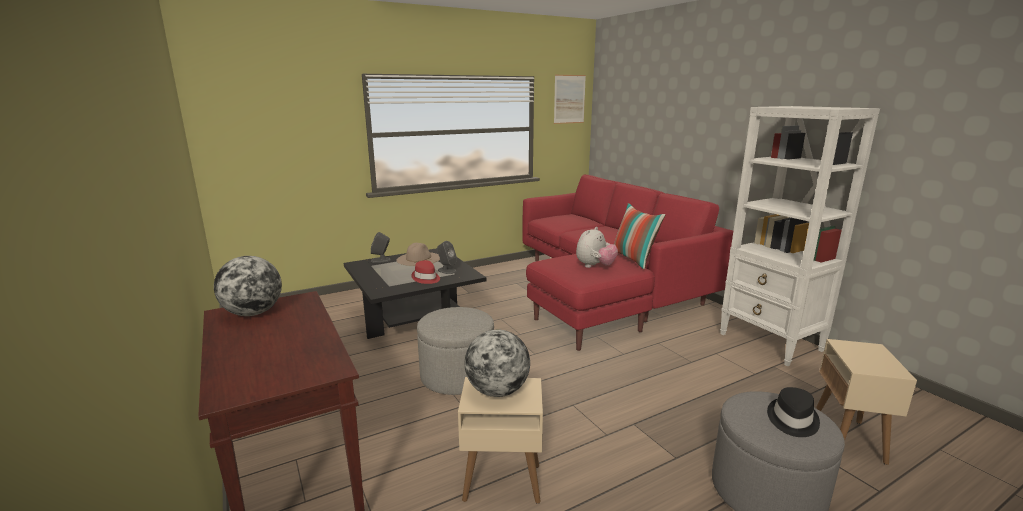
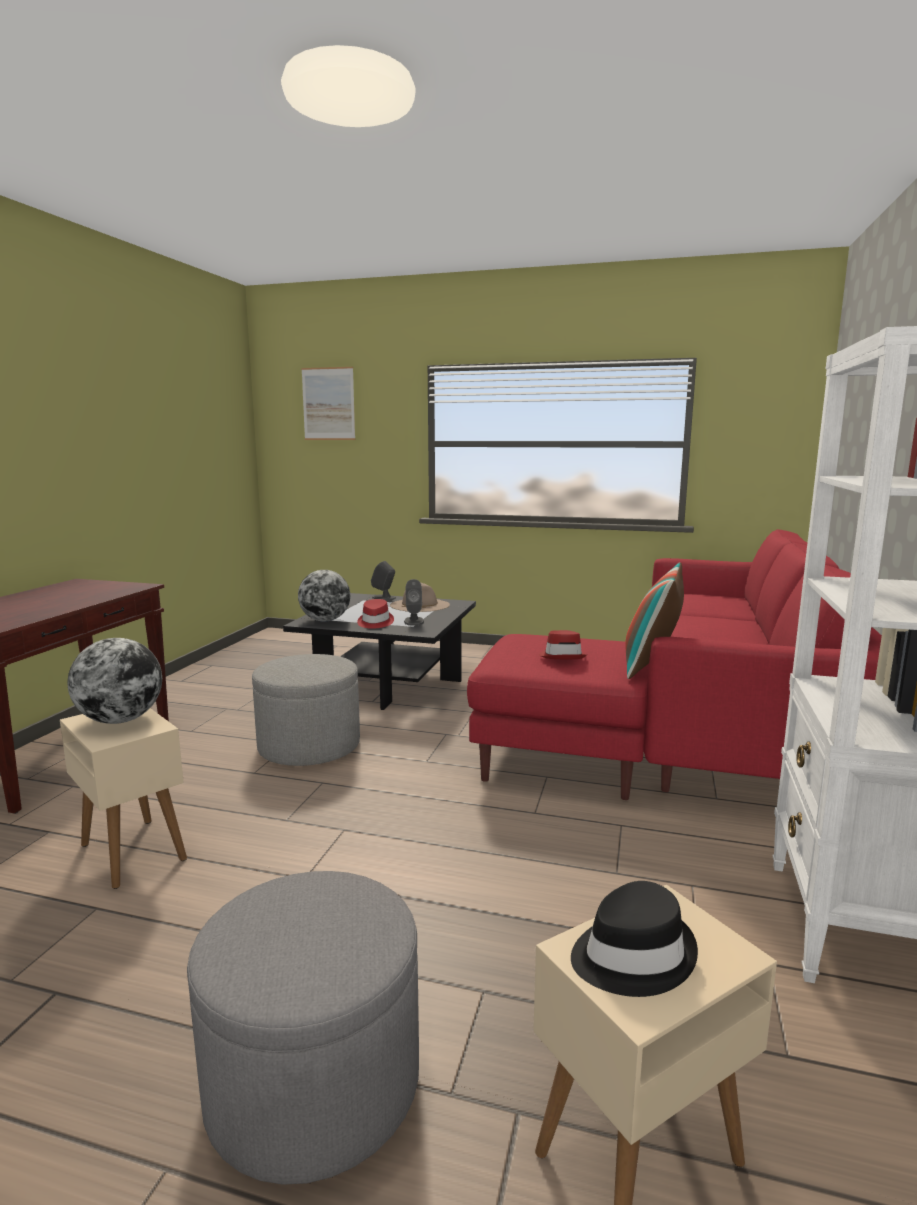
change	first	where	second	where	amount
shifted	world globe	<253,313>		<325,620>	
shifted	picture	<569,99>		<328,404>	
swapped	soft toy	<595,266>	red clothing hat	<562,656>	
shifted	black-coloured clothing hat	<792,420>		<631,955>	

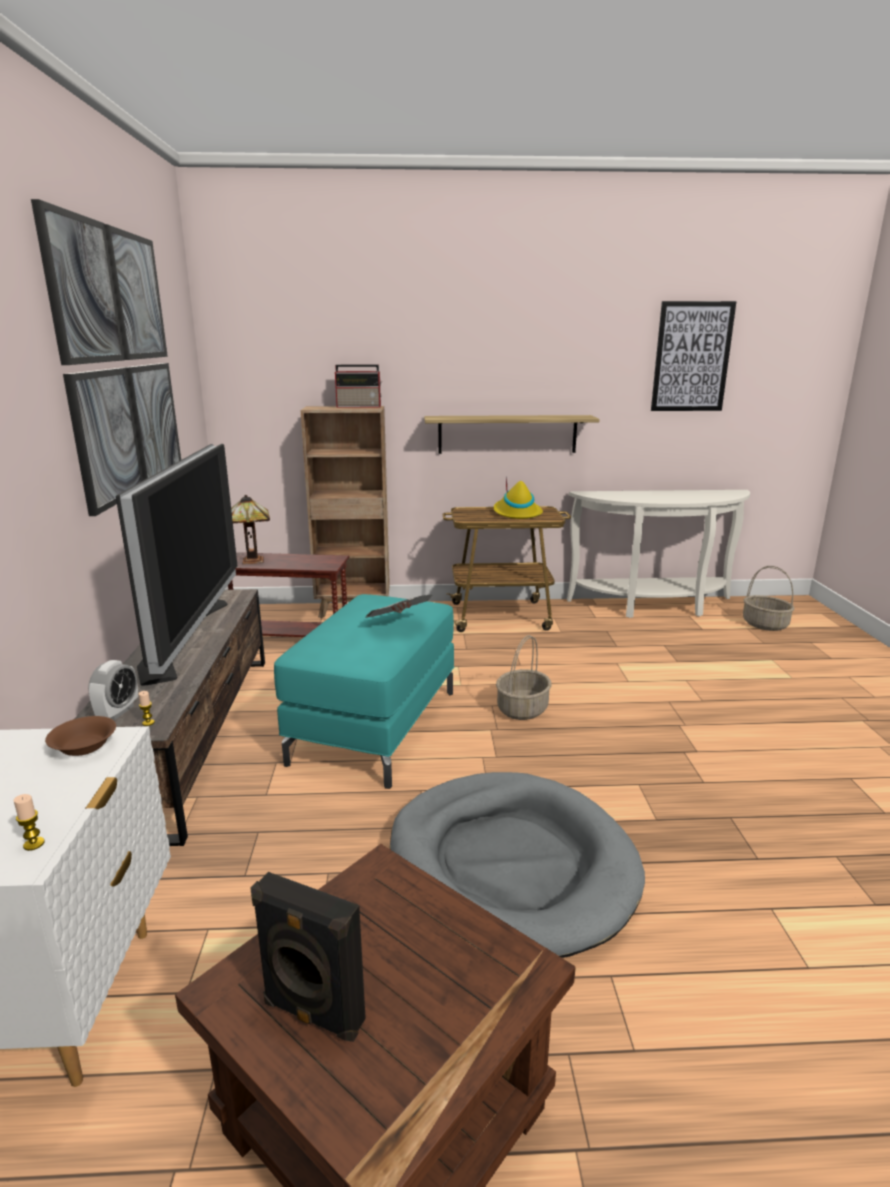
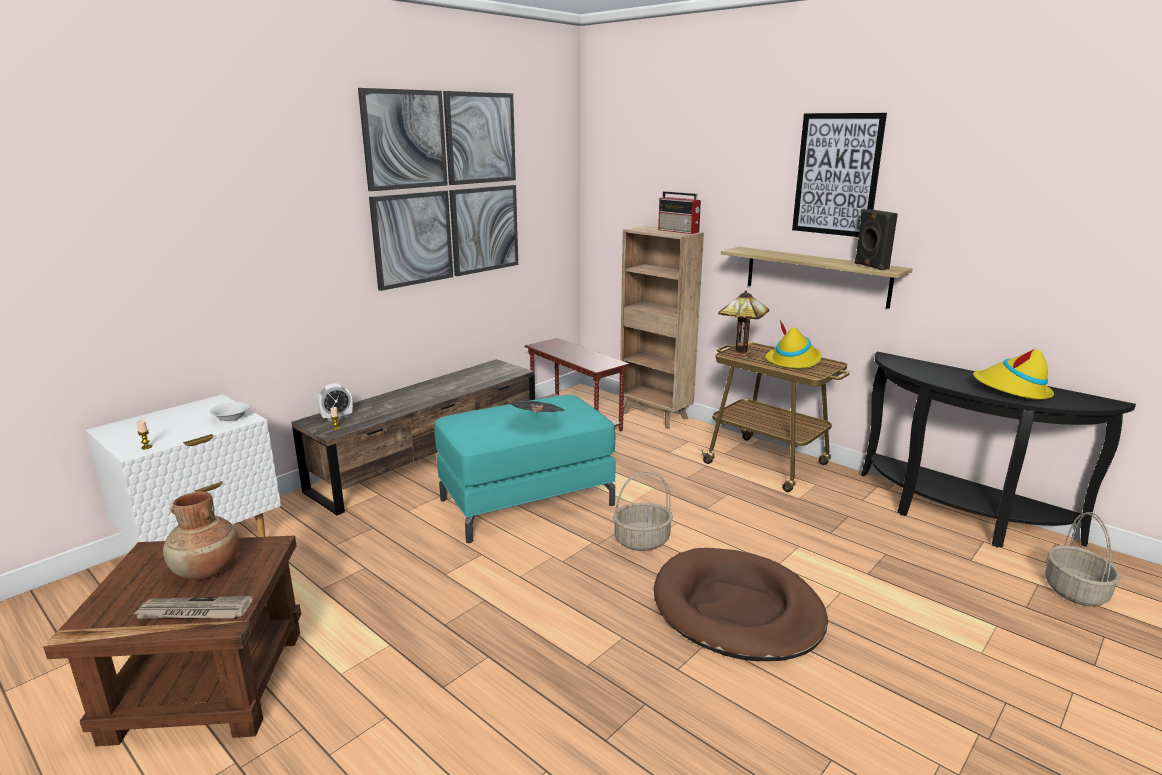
change	first	where	second	where	amount
new			printed paper	<193,612>	
new			brownish vase	<207,570>	
repainted	brownish deep dish	<83,747>	white deep dish	<231,418>	
new			brownish dog bed	<736,610>	
shifted	lamp for a table	<251,561>		<739,355>	
shifted	picture	<691,357>		<837,175>	
shifted	black-coloured loudspeaker	<312,1014>		<870,266>	
repainted	white narrow table	<654,607>	black-coloured narrow table	<956,516>	
new			yellow clothing hat	<1011,390>	
gone	TV	<187,637>			
gone	gray dog bed	<510,865>			

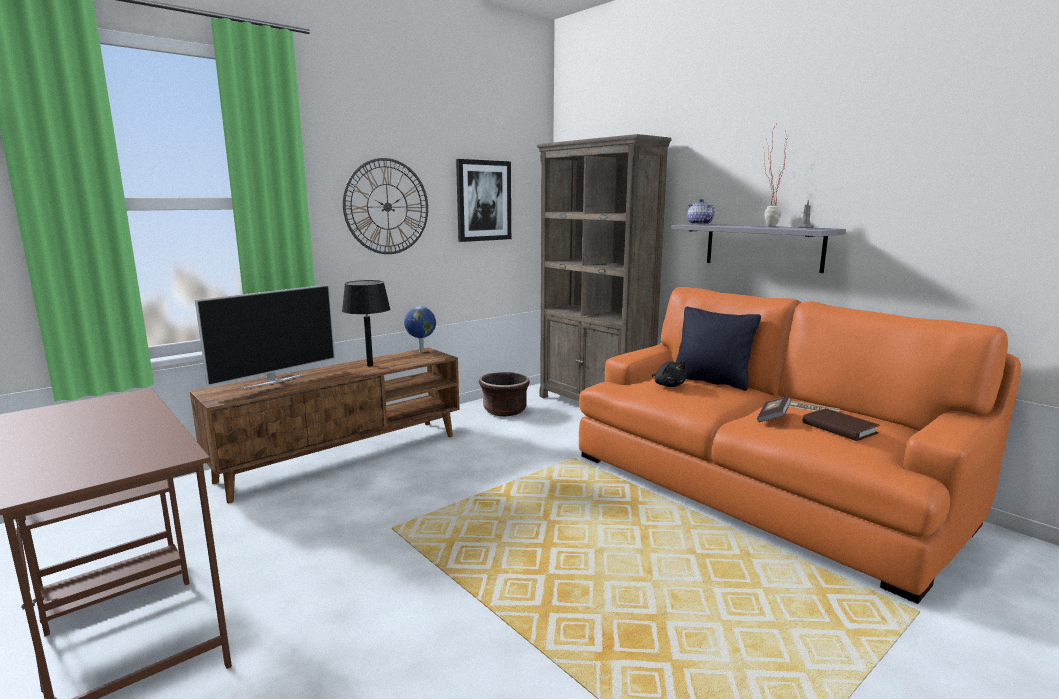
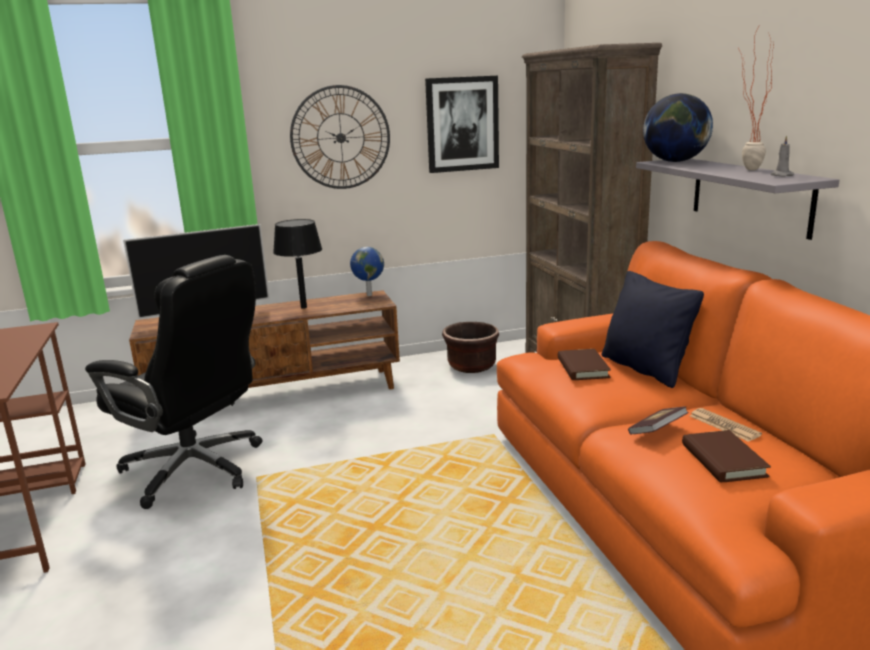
change	first	where	second	where	amount
new			black-coloured desk chair	<196,469>	
swapped	black-coloured soft toy	<668,385>	brownish bound book	<582,368>	
swapped	pot for tea	<699,224>	world globe	<675,161>	

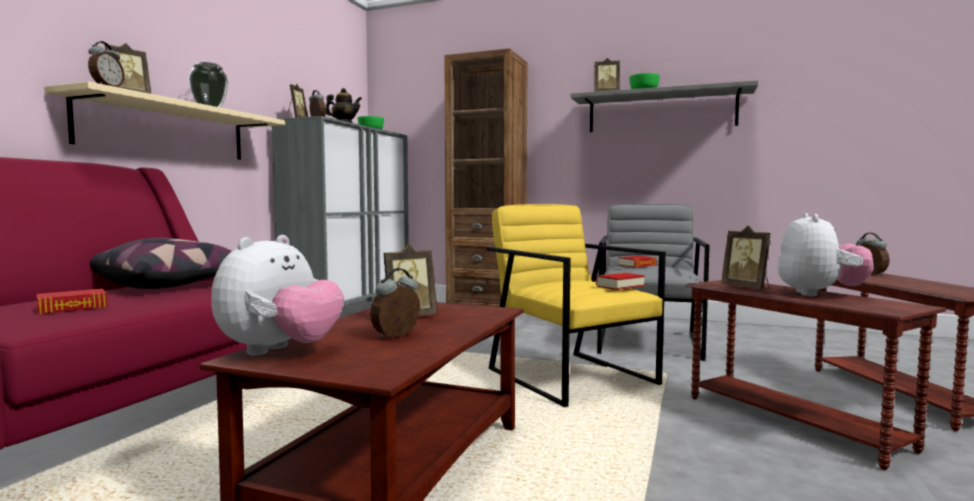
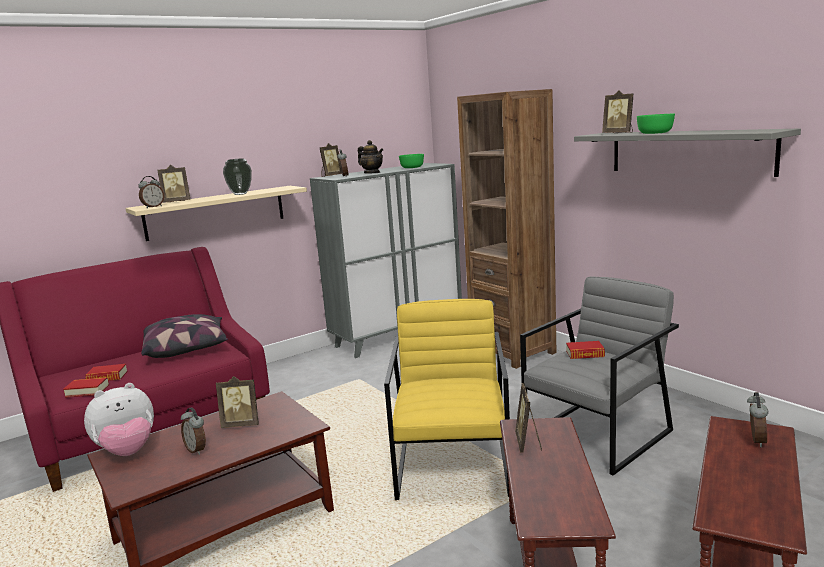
change	first	where	second	where	amount
shifted	bound book	<620,286>		<87,391>	
rotated	table clock	<397,337>		<197,450>	120 degrees counterclockwise
gone	soft toy	<819,294>			

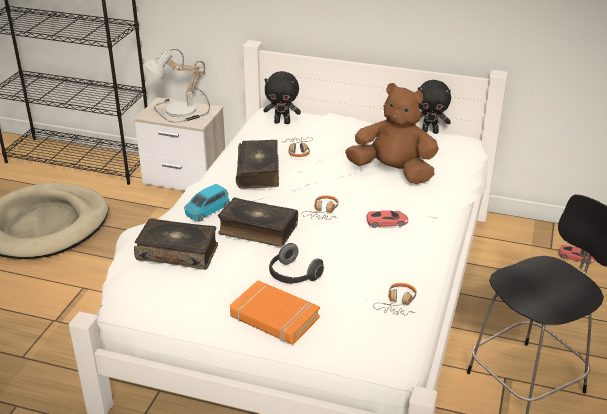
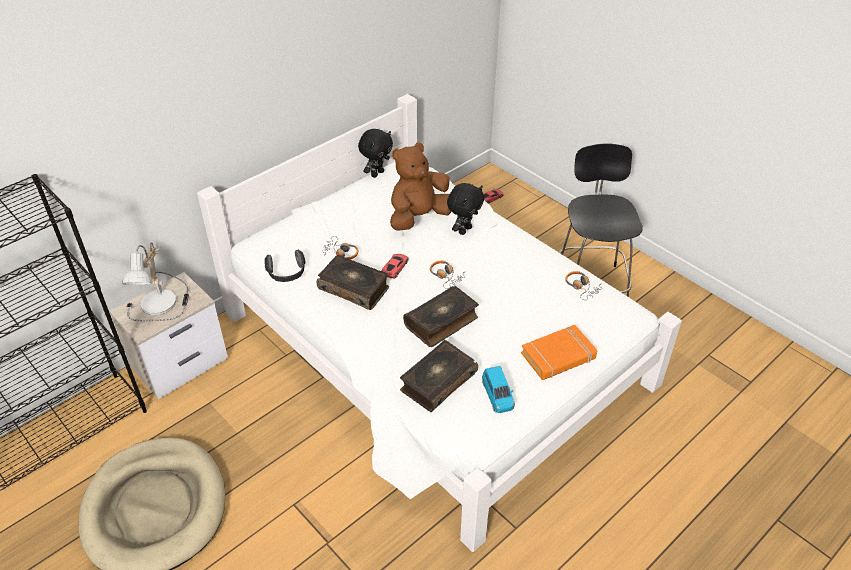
change	first	where	second	where	amount
shifted	headphones	<293,276>		<287,274>	
shifted	red model car	<387,222>		<395,267>	
shifted	black-coloured soft toy	<282,122>		<464,230>	
shifted	bluish model car	<207,210>		<497,395>	

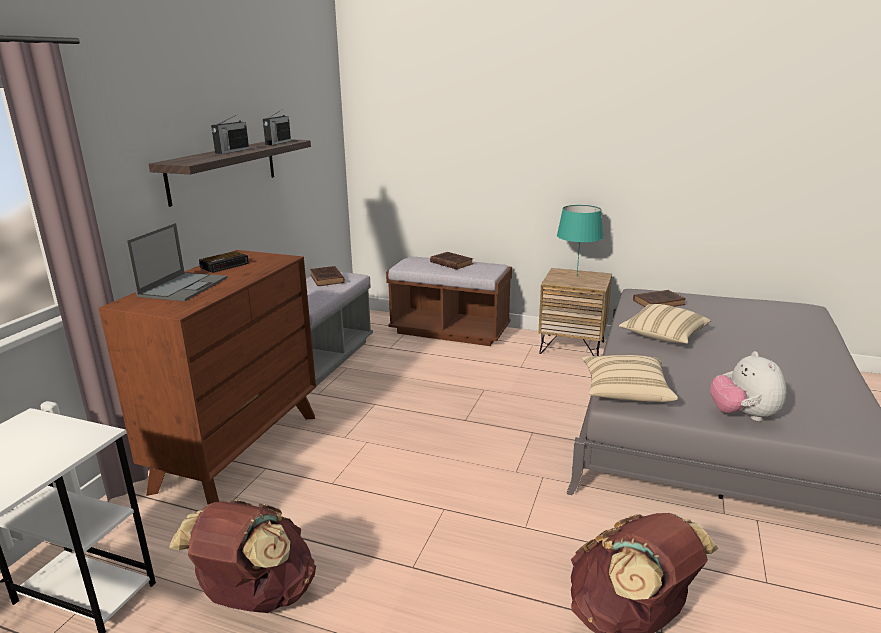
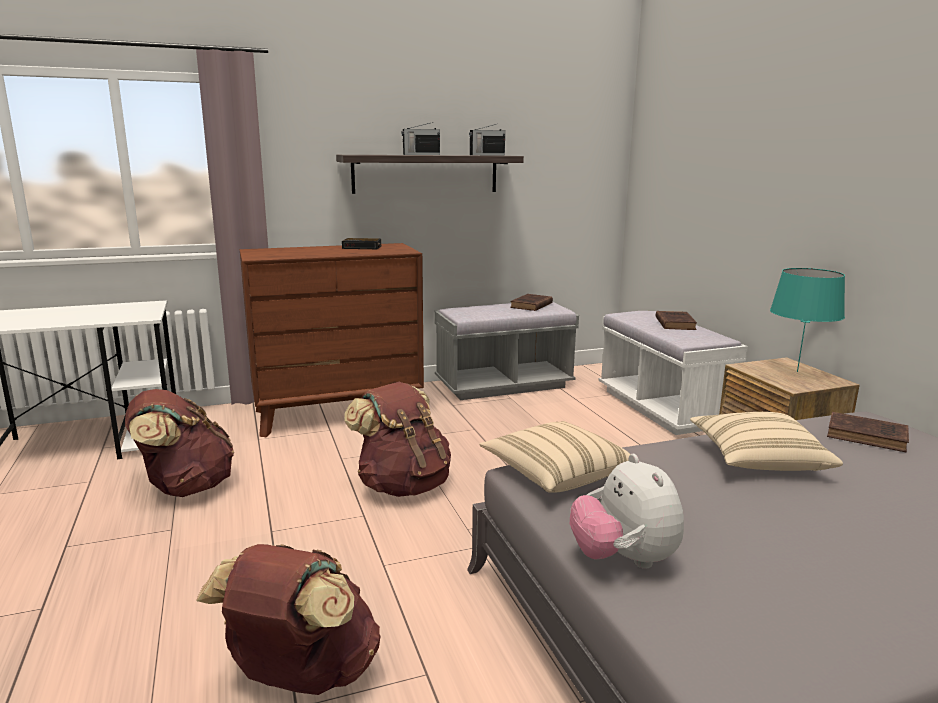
change	first	where	second	where	amount
new			brownish backpack	<403,485>	
rotated	soft toy	<743,415>		<623,559>	60 degrees counterclockwise
repainted	brownish bench	<450,331>	white bench	<662,408>	
gone	notebook computer	<184,286>			

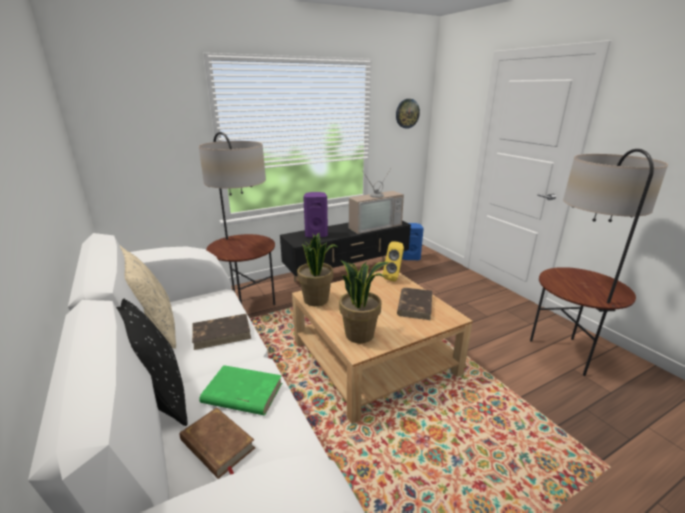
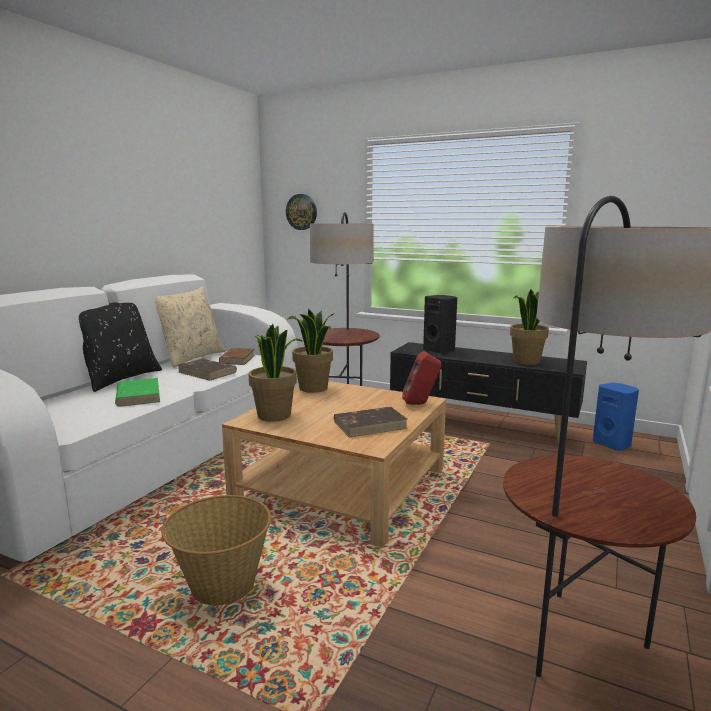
change	first	where	second	where	amount
new			storage basket	<222,586>	
shifted	brownish bound book	<217,445>		<237,359>	
shifted	clock on the wall	<407,113>		<301,212>	
repainted	yellow loudspeaker	<394,277>	red loudspeaker	<421,404>	
repainted	purple-coloured loudspeaker	<316,234>	black-coloured loudspeaker	<440,350>	
swapped	TV	<373,225>	houseplant	<526,362>	

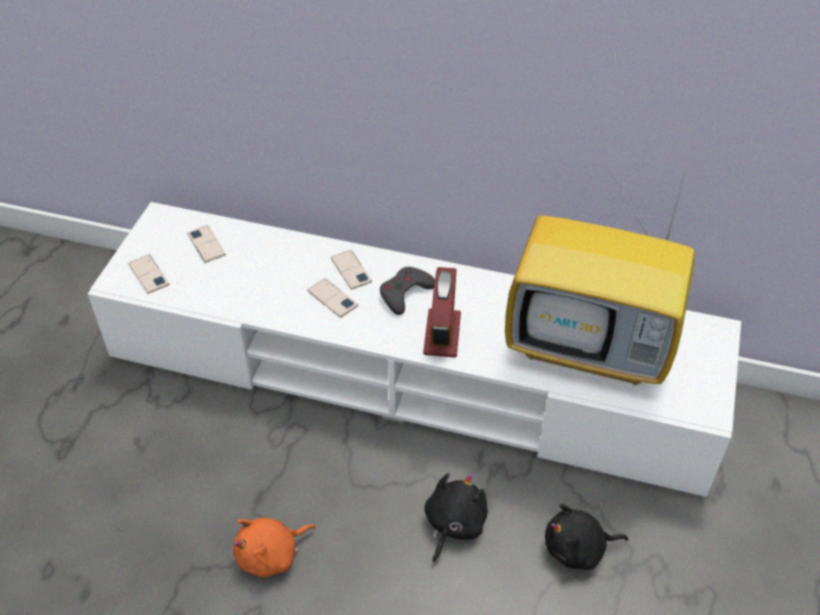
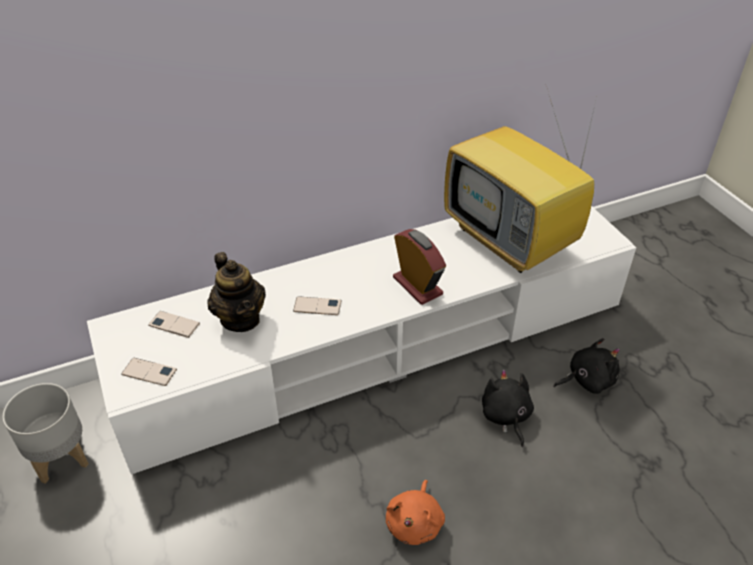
change	first	where	second	where	amount
new			gray flower pot	<61,457>	
new			pot for tea	<240,319>	
rotated	TV	<593,346>		<512,241>	75 degrees clockwise
rotated	black-coloured soft toy	<578,549>		<587,380>	150 degrees counterclockwise
gone	telephone	<351,270>			
gone	gray game controller	<405,293>			

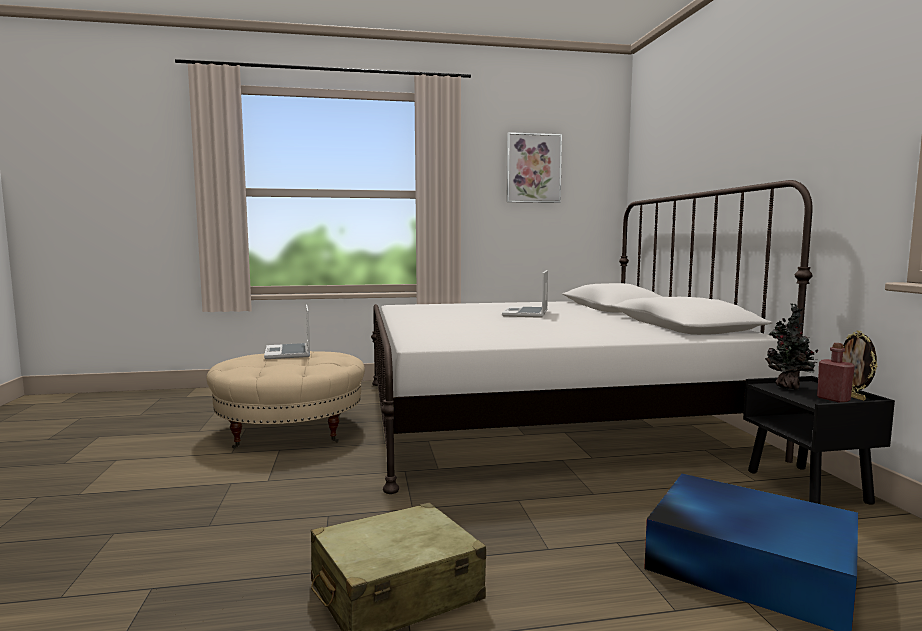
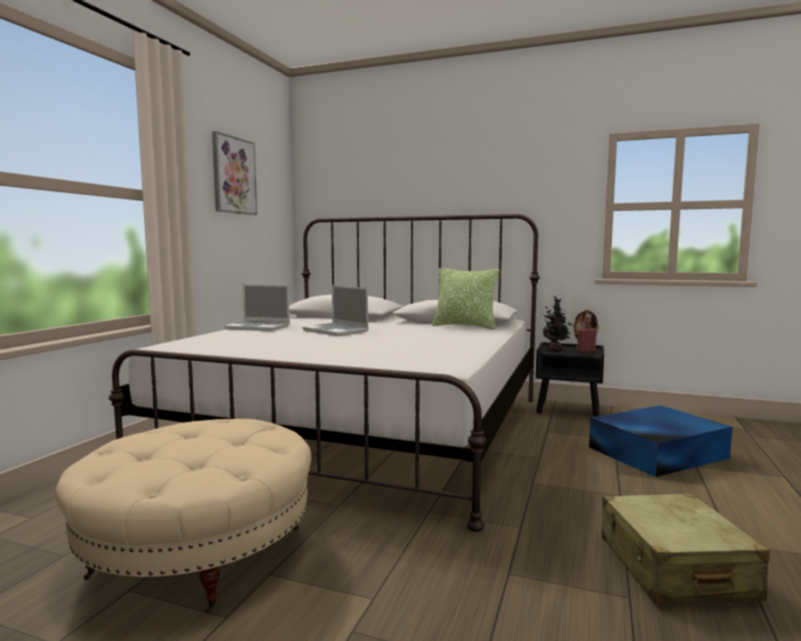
change	first	where	second	where	amount
shifted	notebook computer	<289,353>		<259,327>	
new			pillow	<465,326>	

